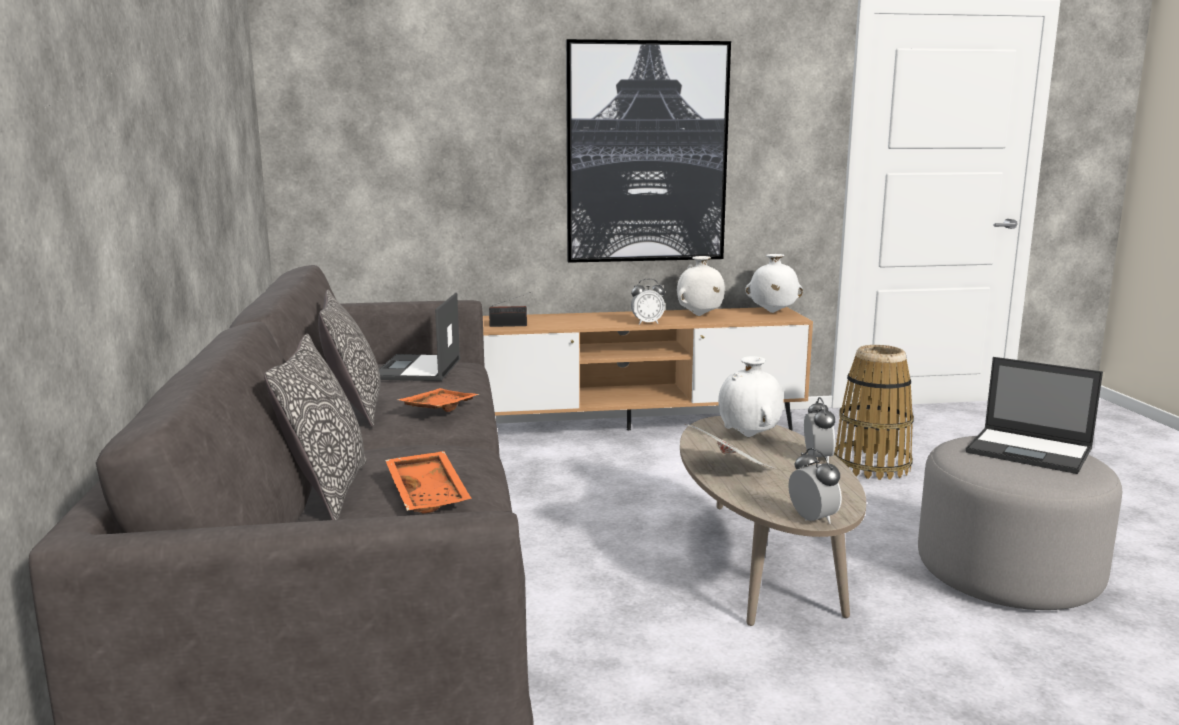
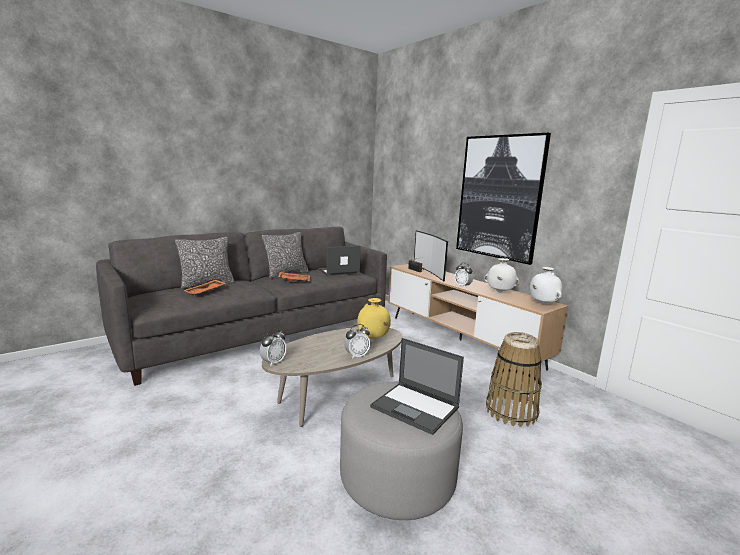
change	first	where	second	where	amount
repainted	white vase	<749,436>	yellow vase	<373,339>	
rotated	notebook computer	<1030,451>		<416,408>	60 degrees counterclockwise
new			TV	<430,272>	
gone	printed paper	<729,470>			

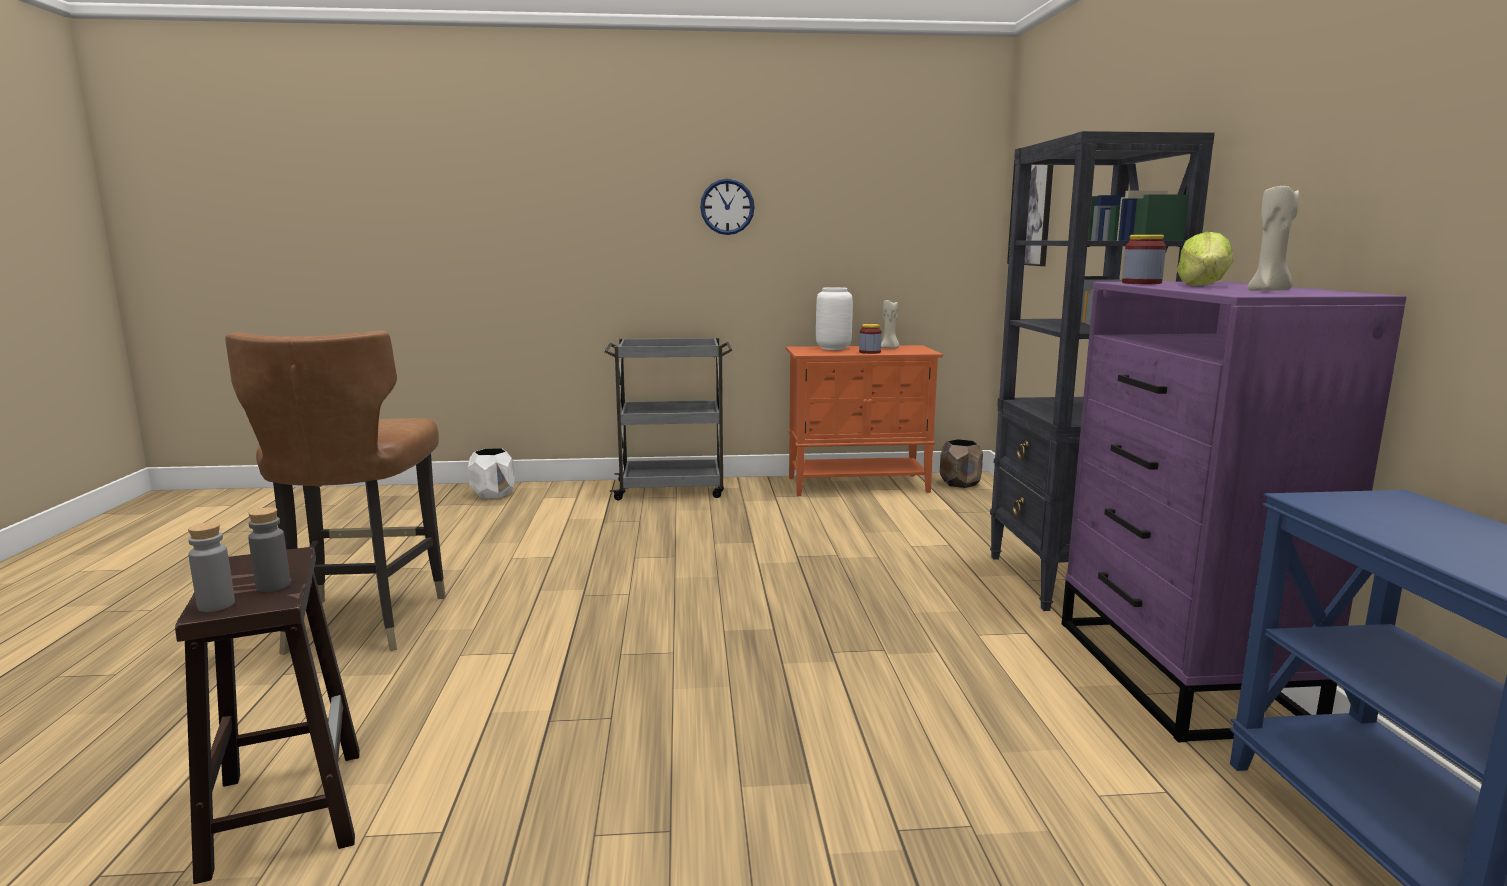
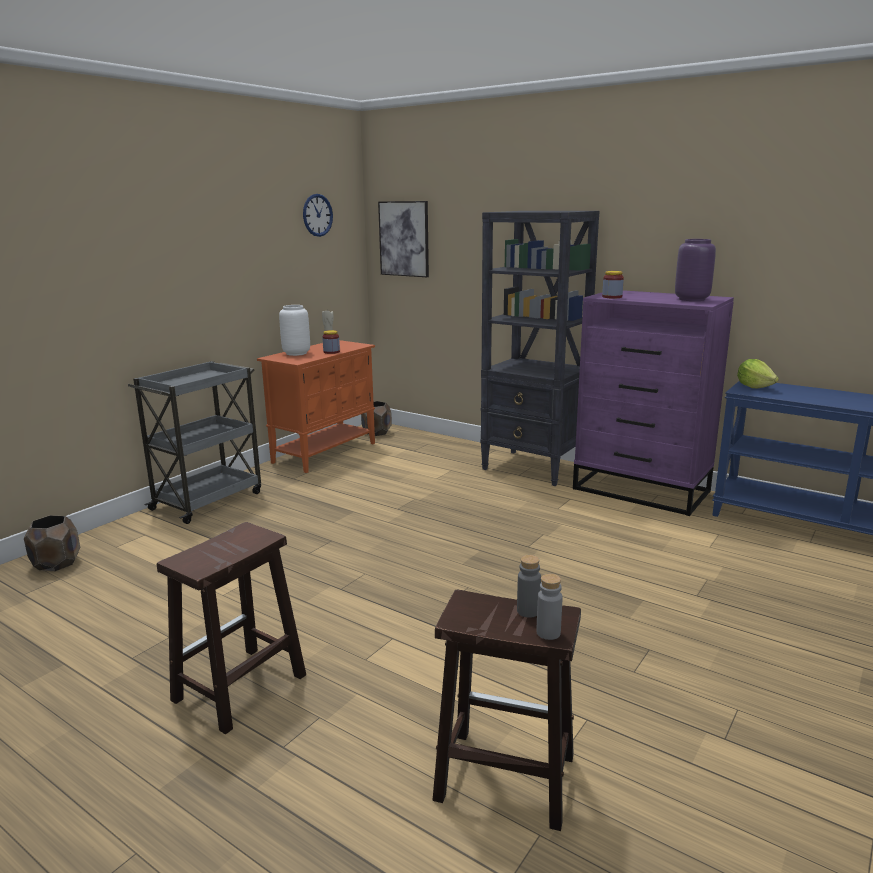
change	first	where	second	where	amount
repainted	white flower pot	<494,494>	brownish flower pot	<57,563>	
swapped	brownish plain chair	<362,622>	brownish stool seat	<238,689>	
shifted	clock on the wall	<727,207>		<317,215>	
swapped	beige-coloured wax candle	<1269,291>	purple-coloured vase	<692,299>	
shifted	head of lettuce	<1203,285>		<754,387>	

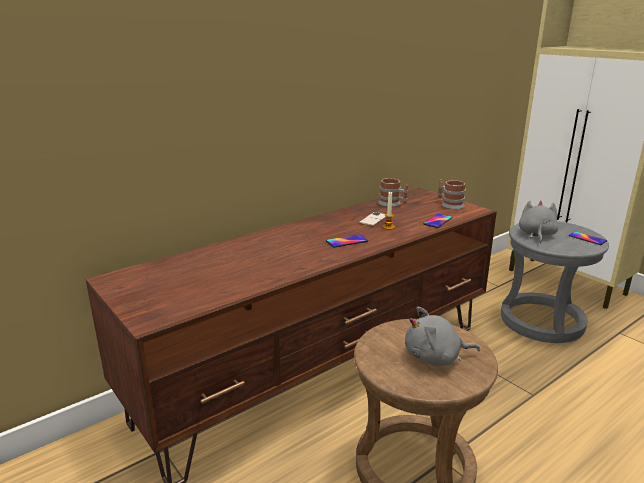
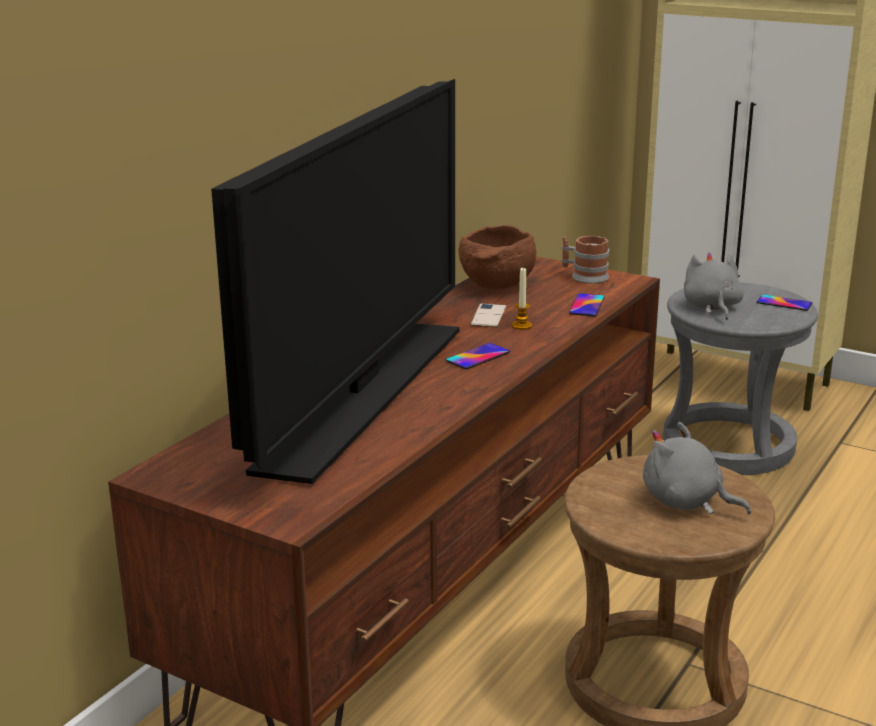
change	first	where	second	where	amount
new			TV	<363,395>	
swapped	tea mug	<393,204>	brownish deep dish	<497,287>	
rotated	gray soft toy	<435,358>		<686,502>	60 degrees clockwise

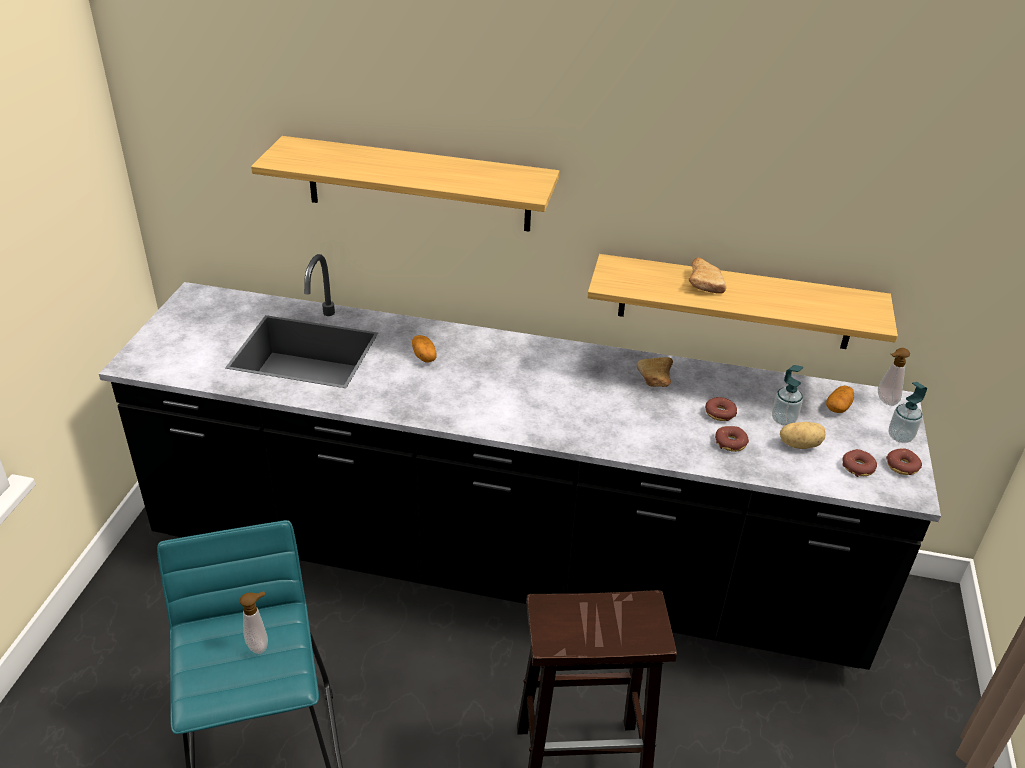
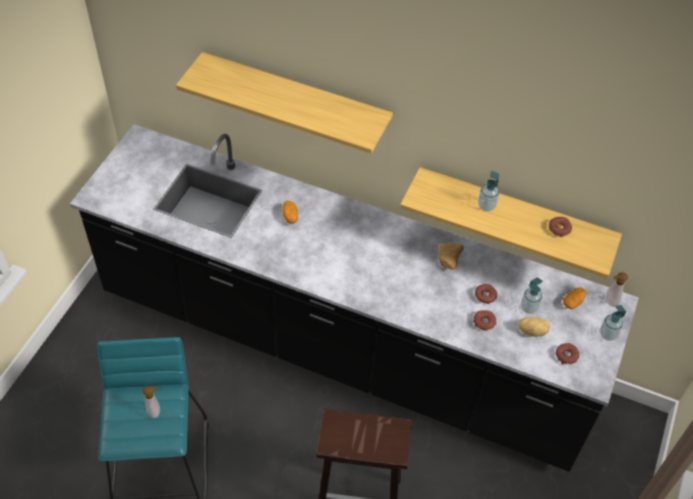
change	first	where	second	where	amount
swapped	baked bread	<703,282>	liquid soap bottle	<486,205>	
shifted	donut	<902,466>		<559,229>	

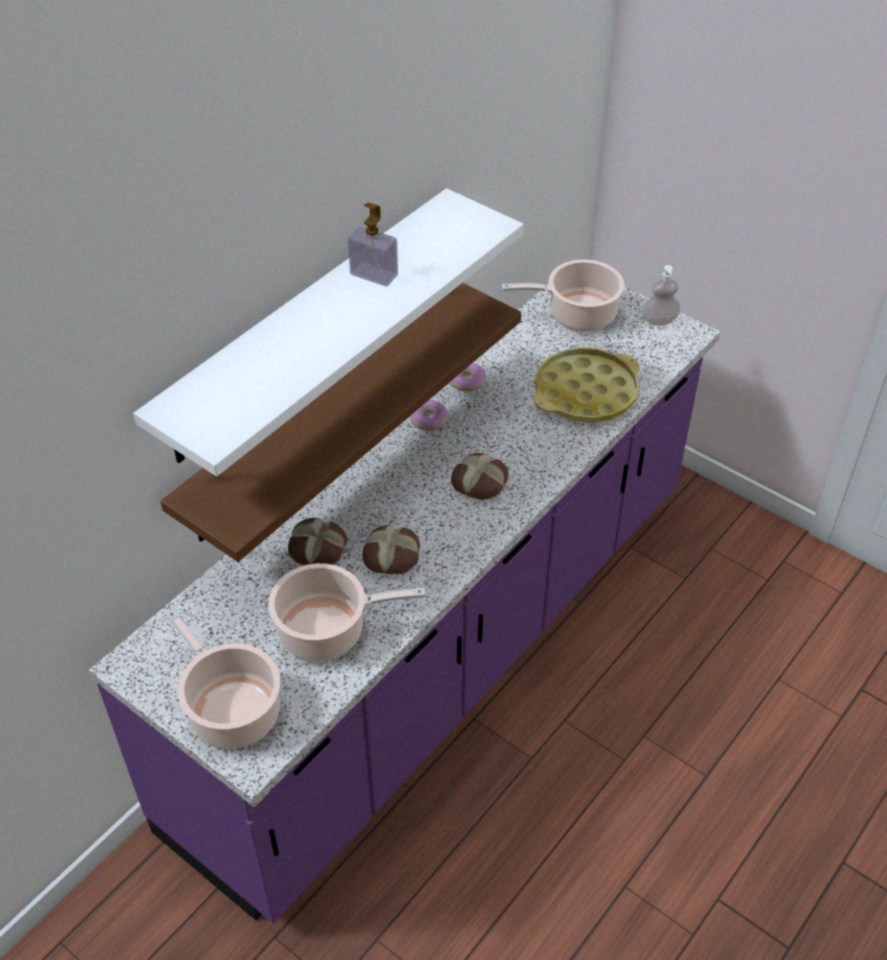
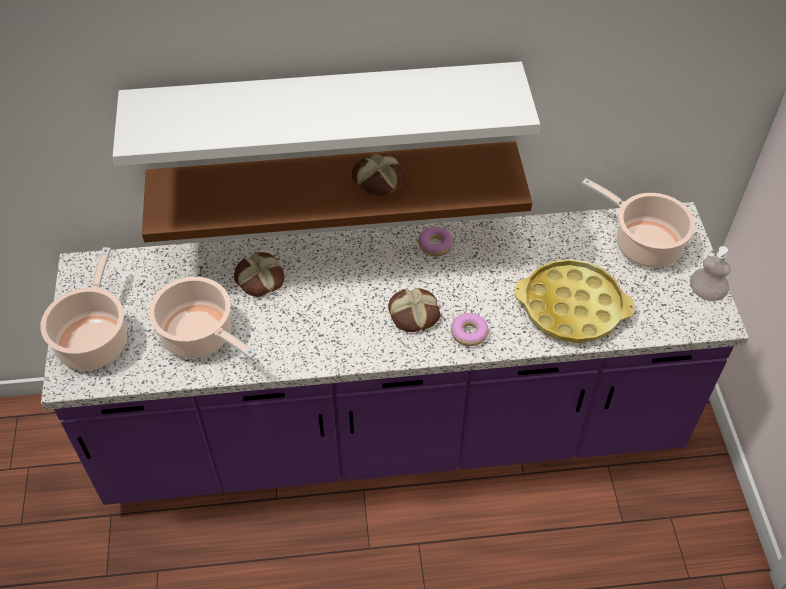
change	first	where	second	where	amount
shifted	baked bread	<392,555>		<379,181>	
shifted	donut	<466,381>		<469,333>	
gone	liquid soap bottle	<374,275>			

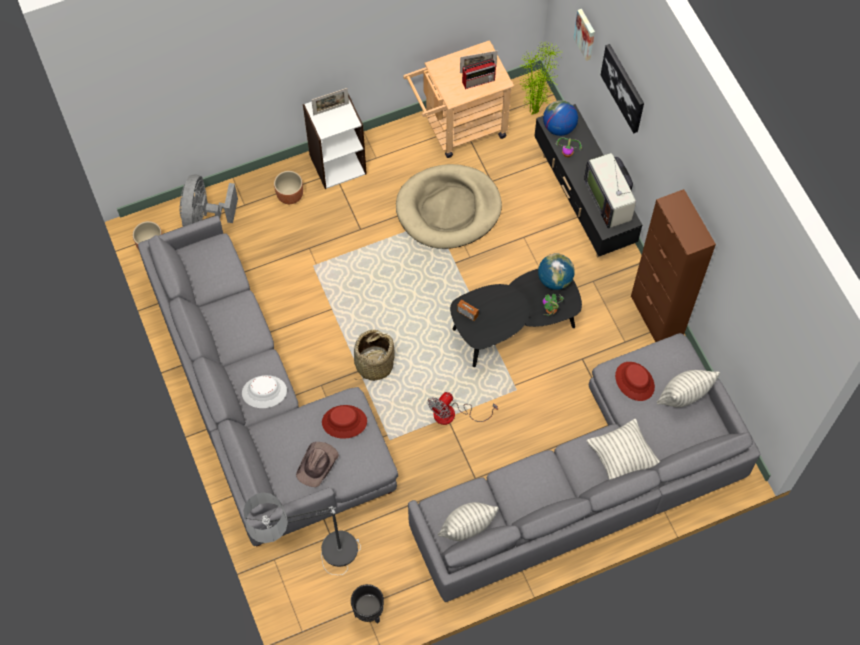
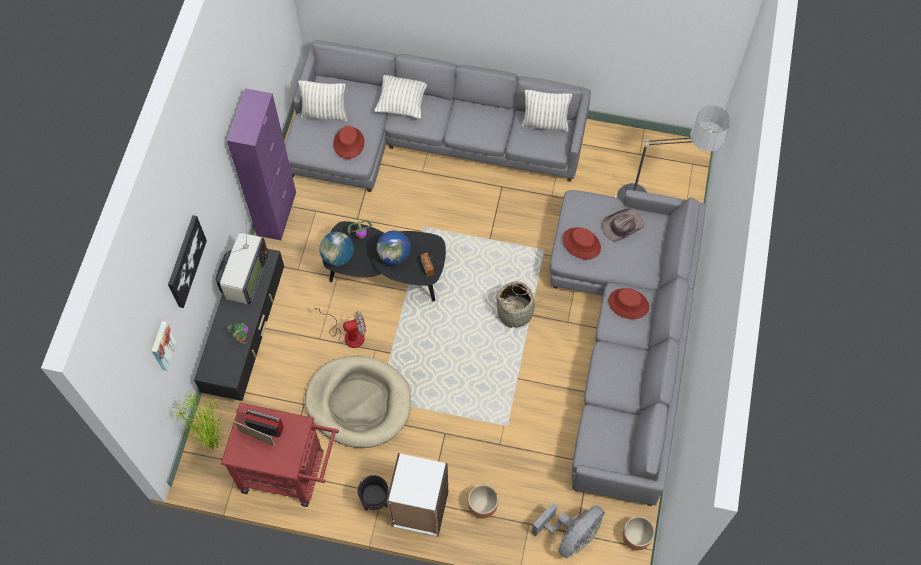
change	first	where	second	where	amount
repainted	beige-coloured wheeled cart	<458,129>	red wheeled cart	<290,473>	
repainted	brownish storage cabinet	<656,317>	purple-coloured storage cabinet	<276,214>	
shifted	cooling fan	<452,414>		<348,334>	
shifted	black-coloured flower pot	<368,612>		<375,502>	
shifted	world globe	<559,127>		<394,255>	
repainted	white clothing hat	<264,392>	red clothing hat	<628,304>	
gone	picture frame	<331,109>			

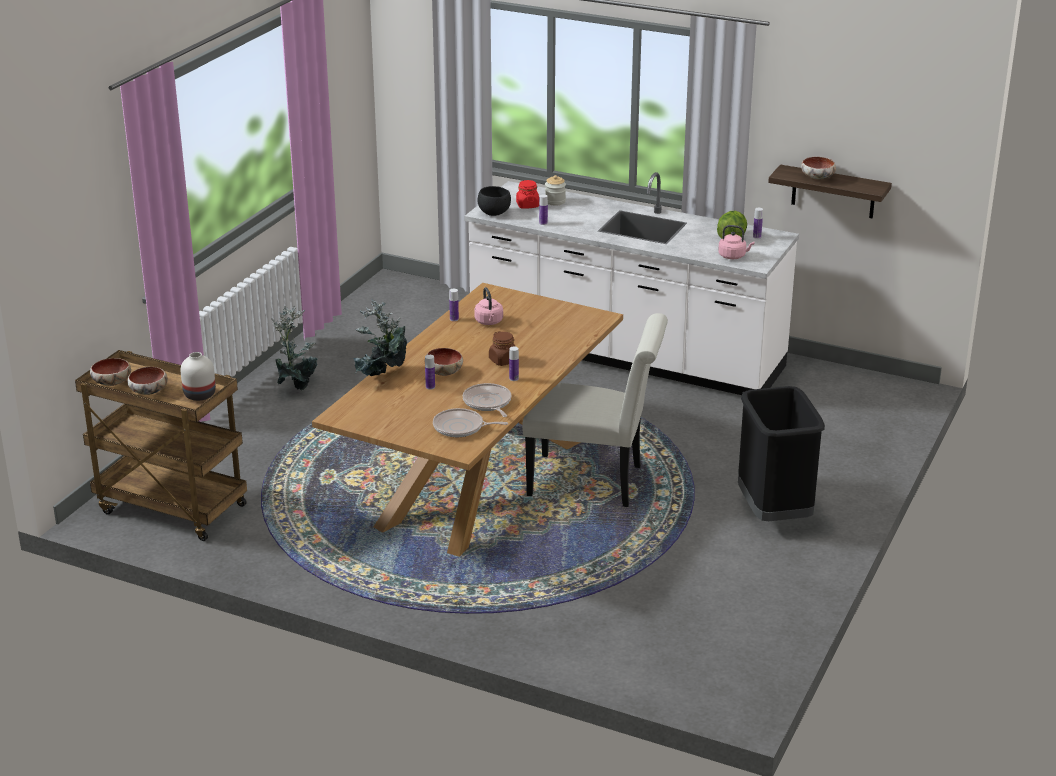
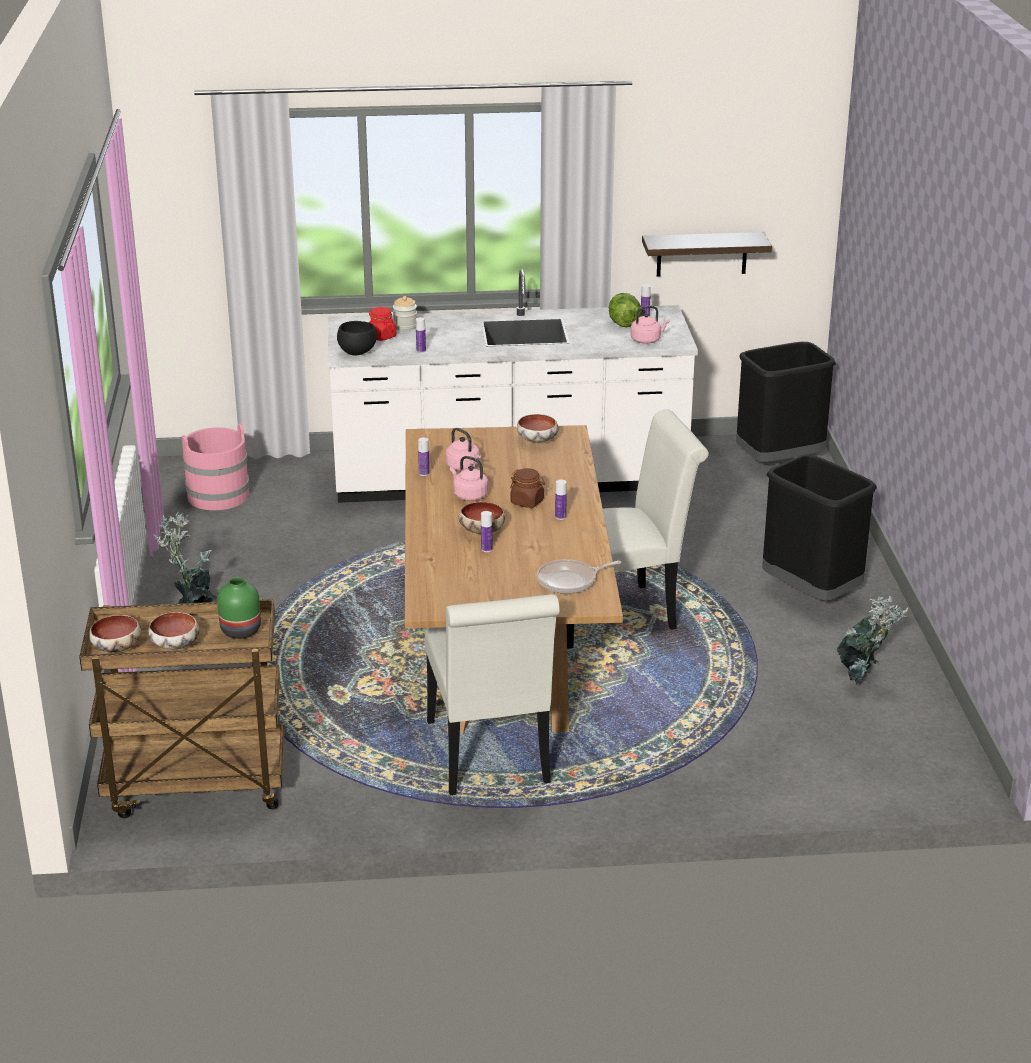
change	first	where	second	where	amount
new			pinkish pail	<218,495>	
repainted	white vase	<200,395>	greenish vase	<242,630>	
new			white plain chair	<490,759>	
new			pinkish water kettle	<469,495>	
shifted	deep dish	<818,178>		<538,440>	
new			black-coloured trash can	<779,461>	
shifted	houseplant	<383,378>		<862,679>	
gone	pan	<488,403>			

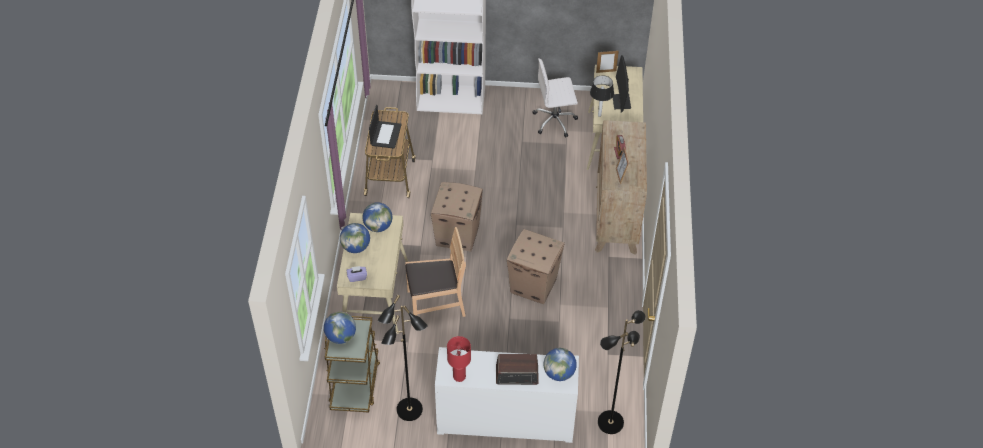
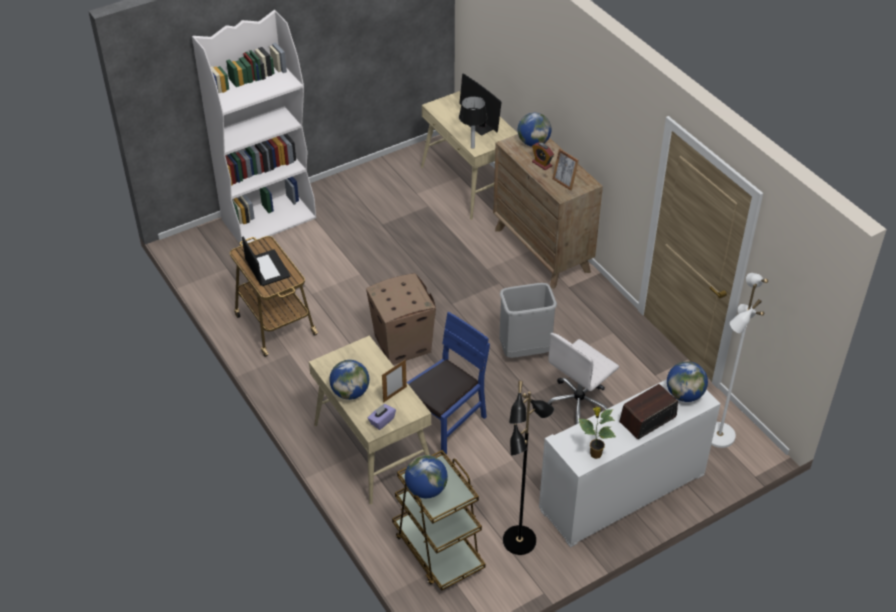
change	first	where	second	where	amount
shifted	picture frame	<606,71>		<395,394>	
repainted	brownish plain chair	<436,304>	bluish plain chair	<445,422>	
swapped	packing box	<534,285>	gray trash can	<525,350>	
shifted	world globe	<378,226>		<533,143>	
shifted	white desk chair	<555,121>		<579,404>	
swapped	red lamp for a table	<459,377>	houseplant	<595,454>	
repainted	black-coloured floor lamp	<610,422>	white floor lamp	<718,435>	

